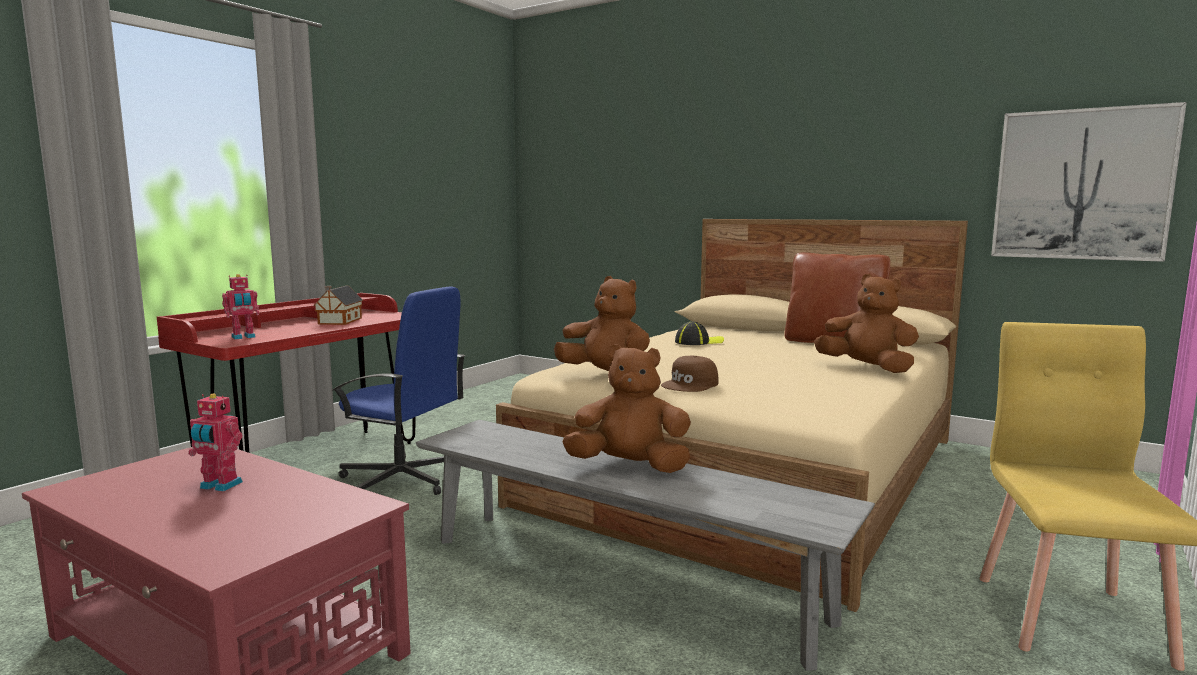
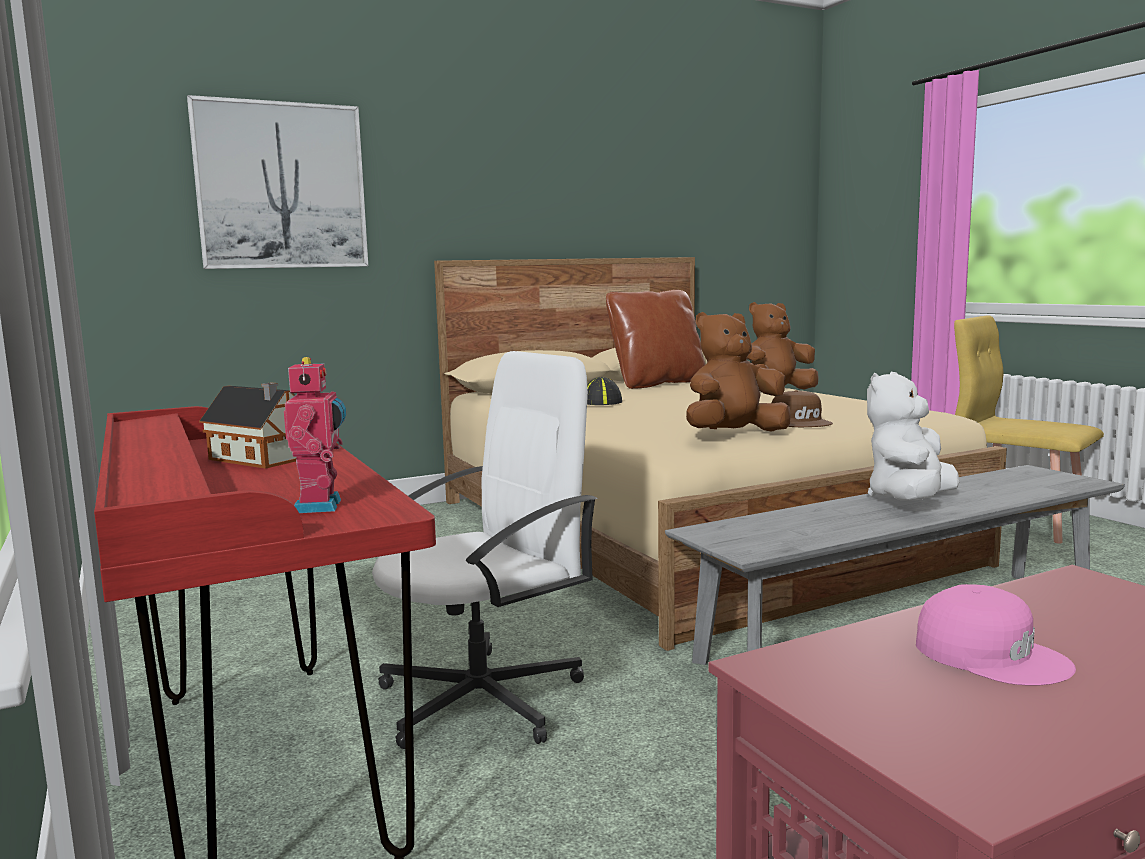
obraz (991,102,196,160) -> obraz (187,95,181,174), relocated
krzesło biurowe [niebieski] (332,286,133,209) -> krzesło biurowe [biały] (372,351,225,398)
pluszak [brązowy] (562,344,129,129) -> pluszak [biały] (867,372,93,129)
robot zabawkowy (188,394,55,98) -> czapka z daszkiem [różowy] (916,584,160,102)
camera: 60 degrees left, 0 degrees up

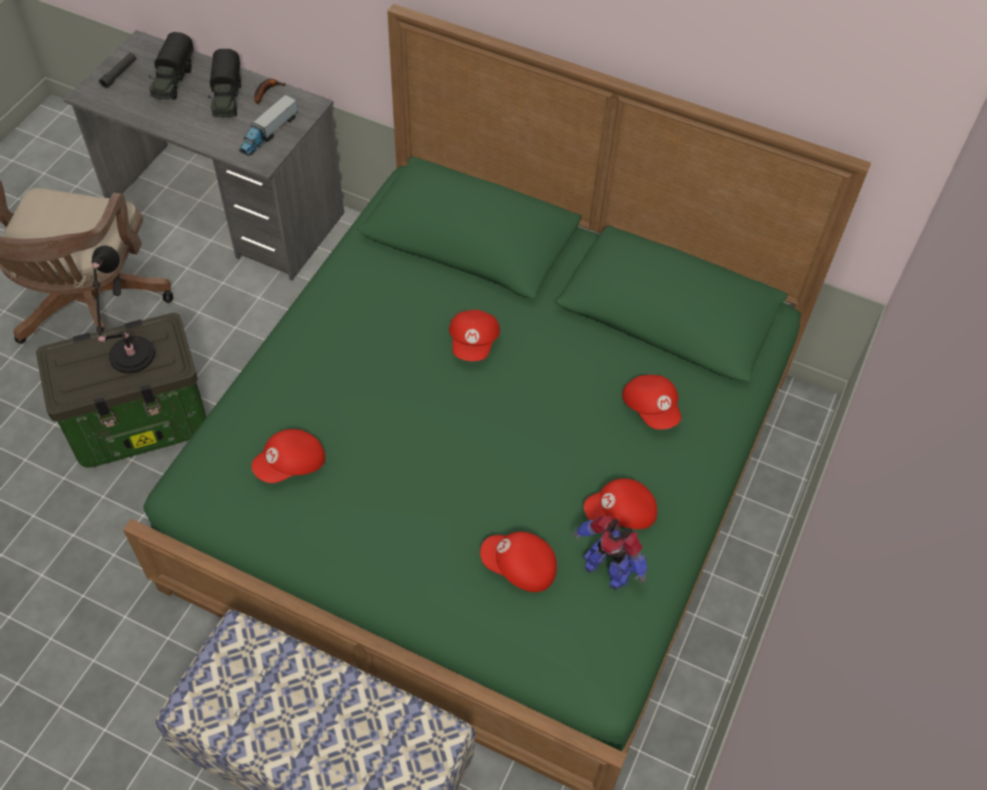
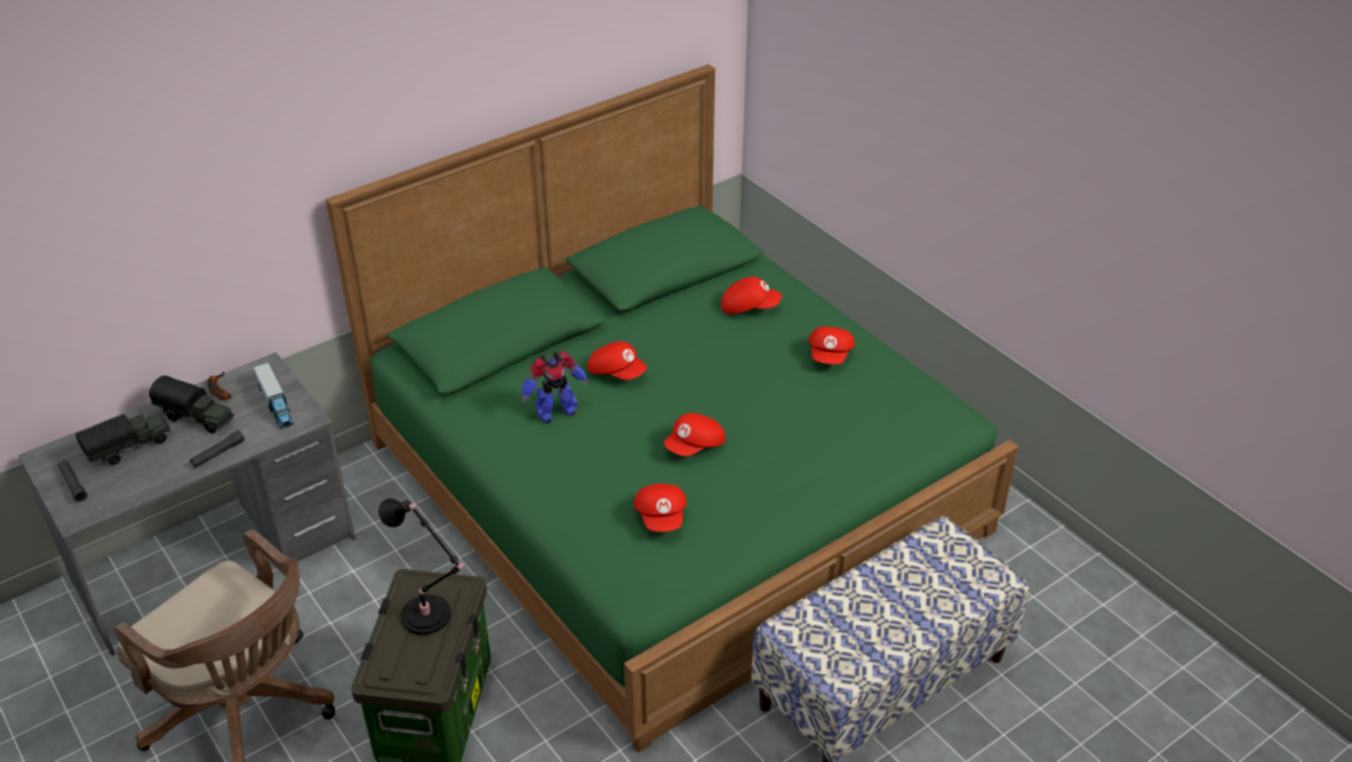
ciężarówka zabawkowa (149,32,45,68) -> ciężarówka zabawkowa (76,413,95,52), 75 degrees counterclockwise
robot zabawkowy (572,515,76,75) -> robot zabawkowy (521,351,69,72), relocated
czapka z daszkiem [czerwony] (480,532,77,60) -> czapka z daszkiem [czerwony] (664,413,61,43), relocated
none -> latarka [czarny] (190,430,55,38)
camera: 60 degrees left, 15 degrees down

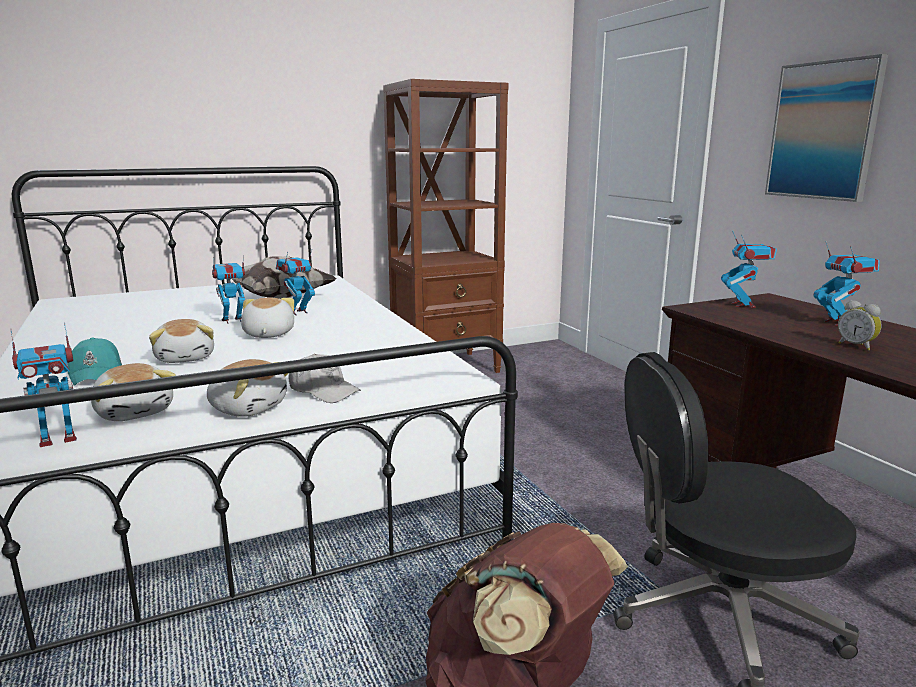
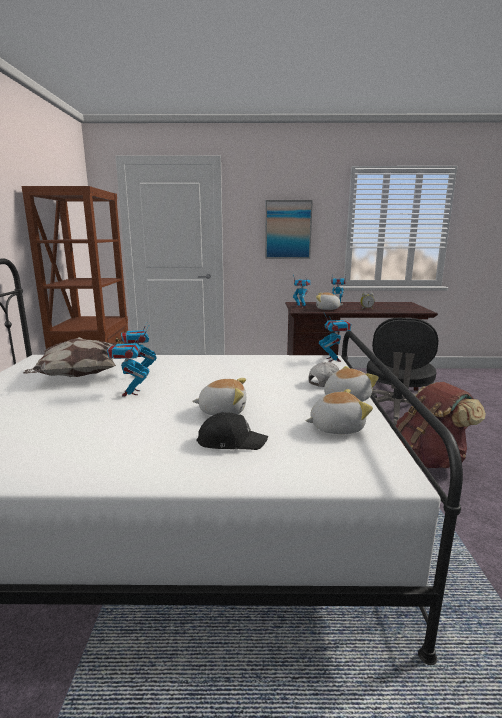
pluszak (241,298,53,40) -> pluszak (316,292,28,18), relocated
robot zabawkowy (10,322,67,125) -> robot zabawkowy (319,313,32,49), relocated
czapka z daszkiem [turkusowy] (68,337,54,49) -> czapka z daszkiem [czarny] (197,412,71,38)
camera: 65 degrees left, 0 degrees up

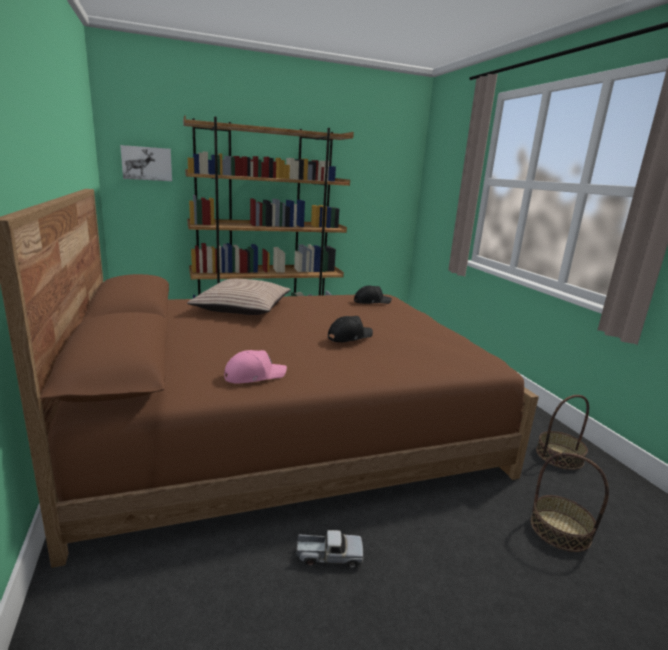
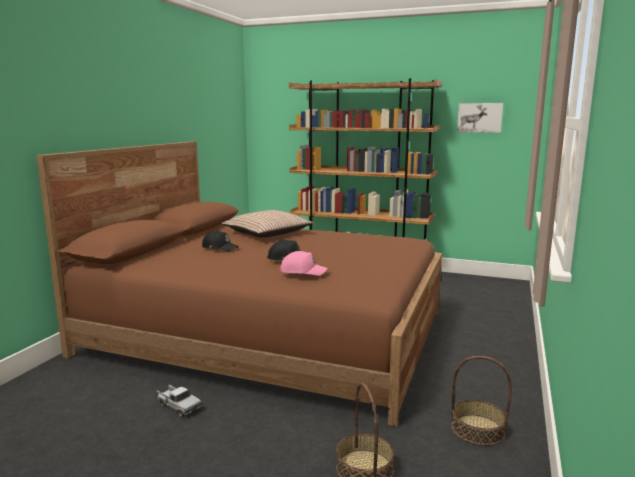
obraz (120,145,52,36) -> obraz (457,103,46,30), relocated
czapka z daszkiem [czarny] (354,285,38,19) -> czapka z daszkiem [czarny] (202,231,37,20), relocated
czapka z daszkiem [różowy] (224,350,63,34) -> czapka z daszkiem [różowy] (280,251,48,25), relocated
camera: 40 degrees right, 5 degrees down

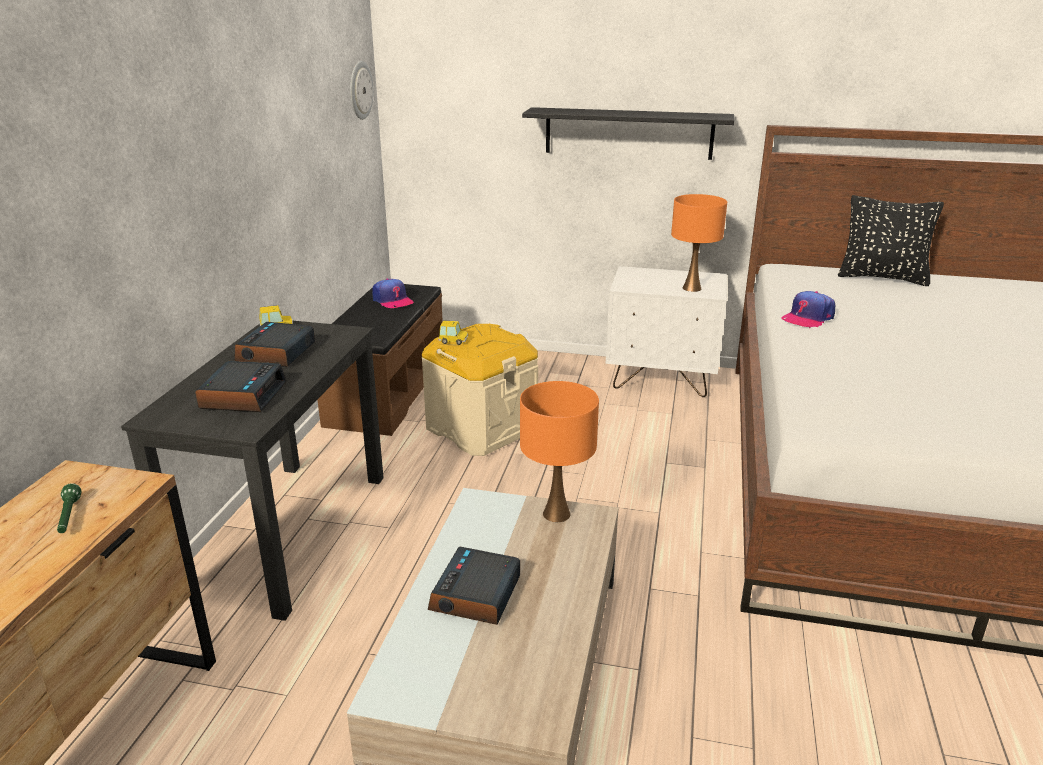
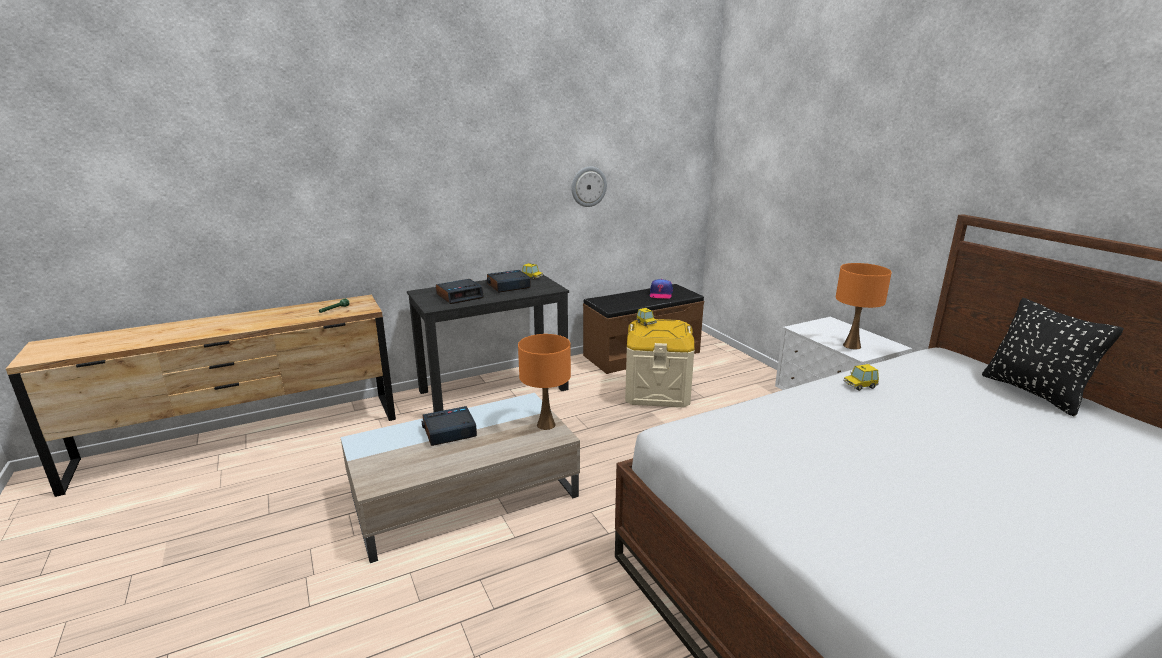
zegar ścienny (350,61,24,59) -> zegar ścienny (571,167,36,40), relocated
półka [czarny] (522,107,212,53) -> none
czapka z daszkiem (781,291,54,37) -> samochodzik (843,364,36,27)
camera: 50 degrees right, 5 degrees down

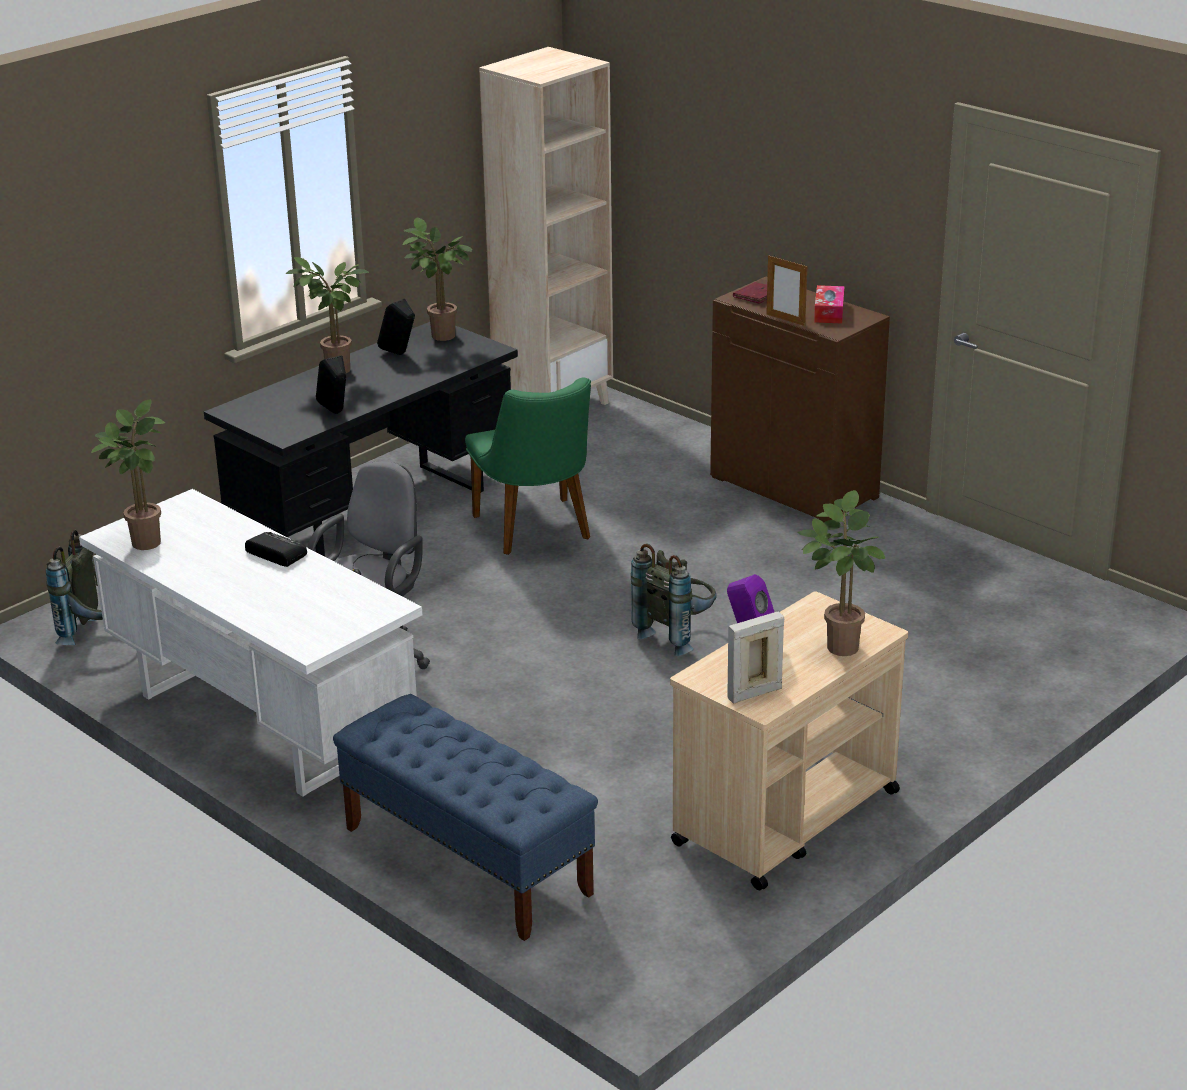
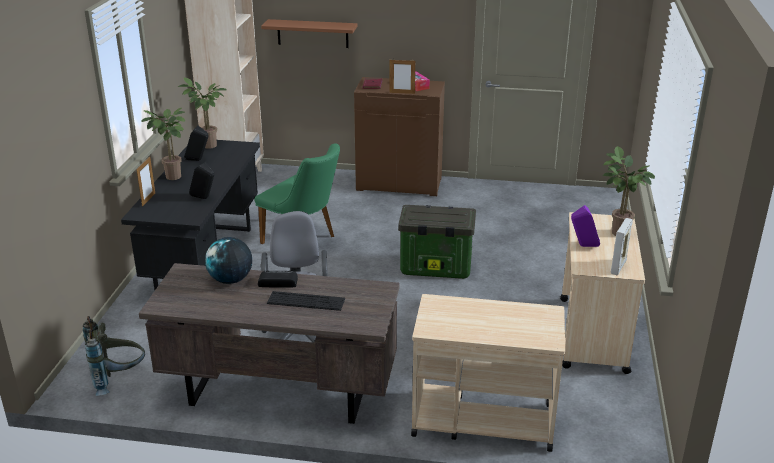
roślina doniczkowa (91,399,74,151) -> none
biurko [biały] (79,489,343,308) -> biurko [brązowy] (139,263,261,161)
plecak [szary] (631,544,86,112) -> pojemnik do przechowywania (398,205,78,74)
ławka [niebieski] (333,694,265,247) -> wózek [beżowy] (411,294,154,158)
none -> półka [brązowy] (261,19,96,29)
none -> ramka na zdjęcie (136,157,19,50)
none -> globus (205,237,47,47)
none -> klawiatura (267,291,78,20)
camera: 35 degrees left, 0 degrees up

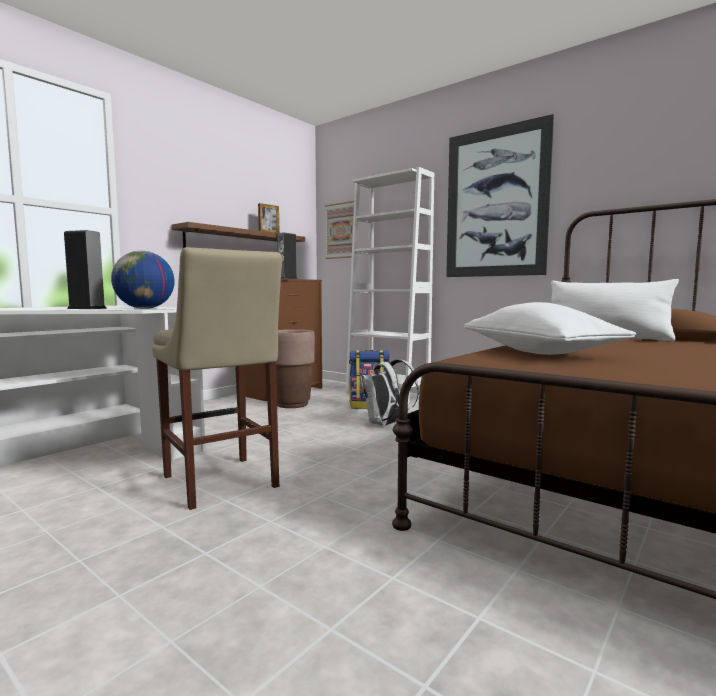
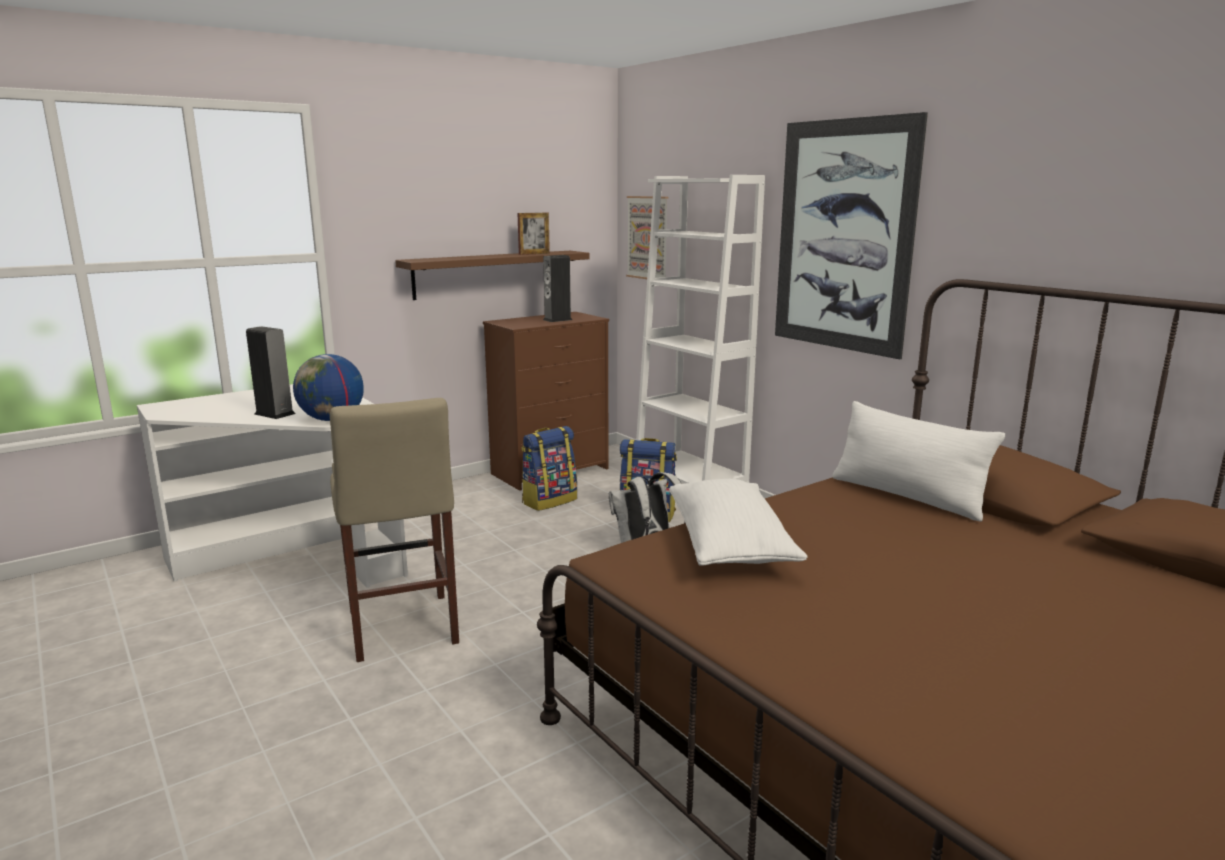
donica [brązowy] (276,329,39,79) -> plecak (521,426,56,85)
camera: 15 degrees right, 10 degrees up

